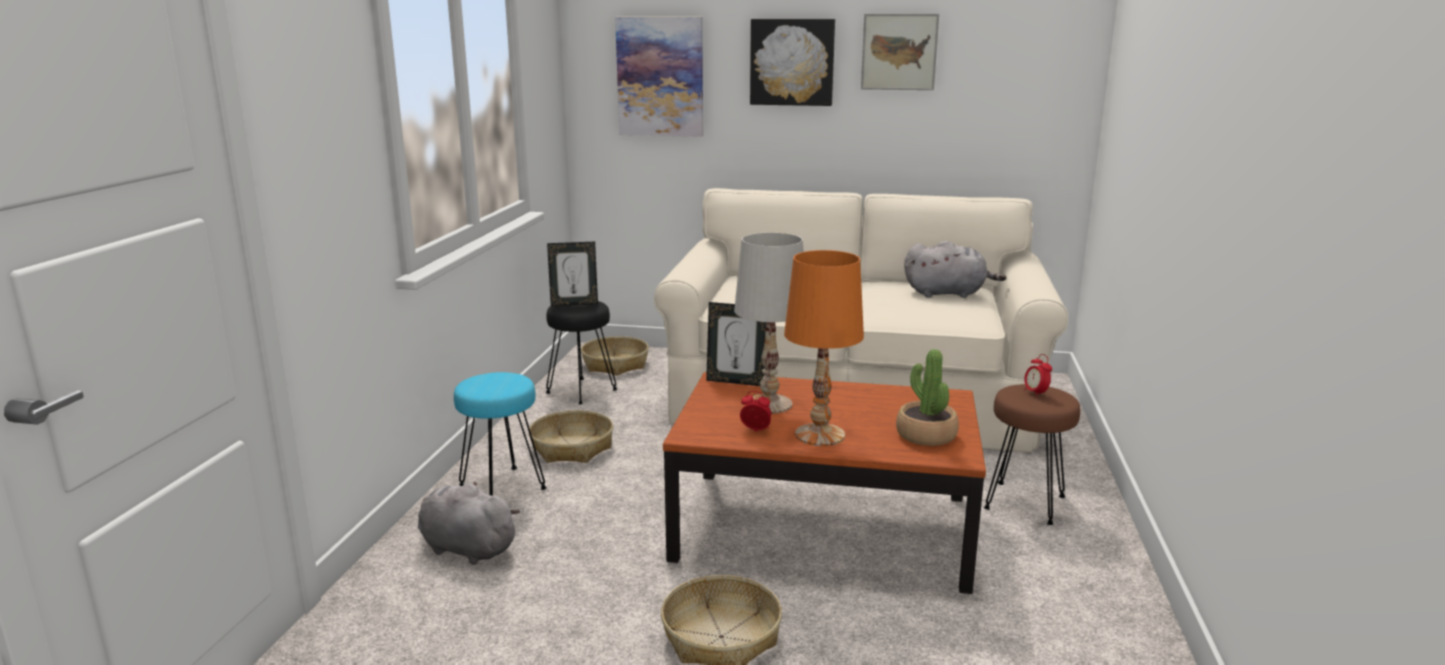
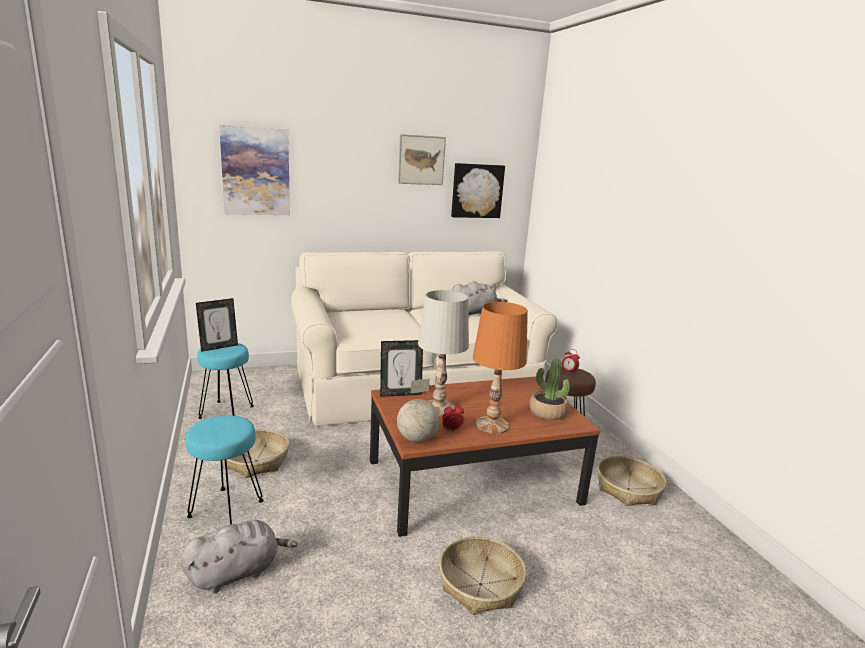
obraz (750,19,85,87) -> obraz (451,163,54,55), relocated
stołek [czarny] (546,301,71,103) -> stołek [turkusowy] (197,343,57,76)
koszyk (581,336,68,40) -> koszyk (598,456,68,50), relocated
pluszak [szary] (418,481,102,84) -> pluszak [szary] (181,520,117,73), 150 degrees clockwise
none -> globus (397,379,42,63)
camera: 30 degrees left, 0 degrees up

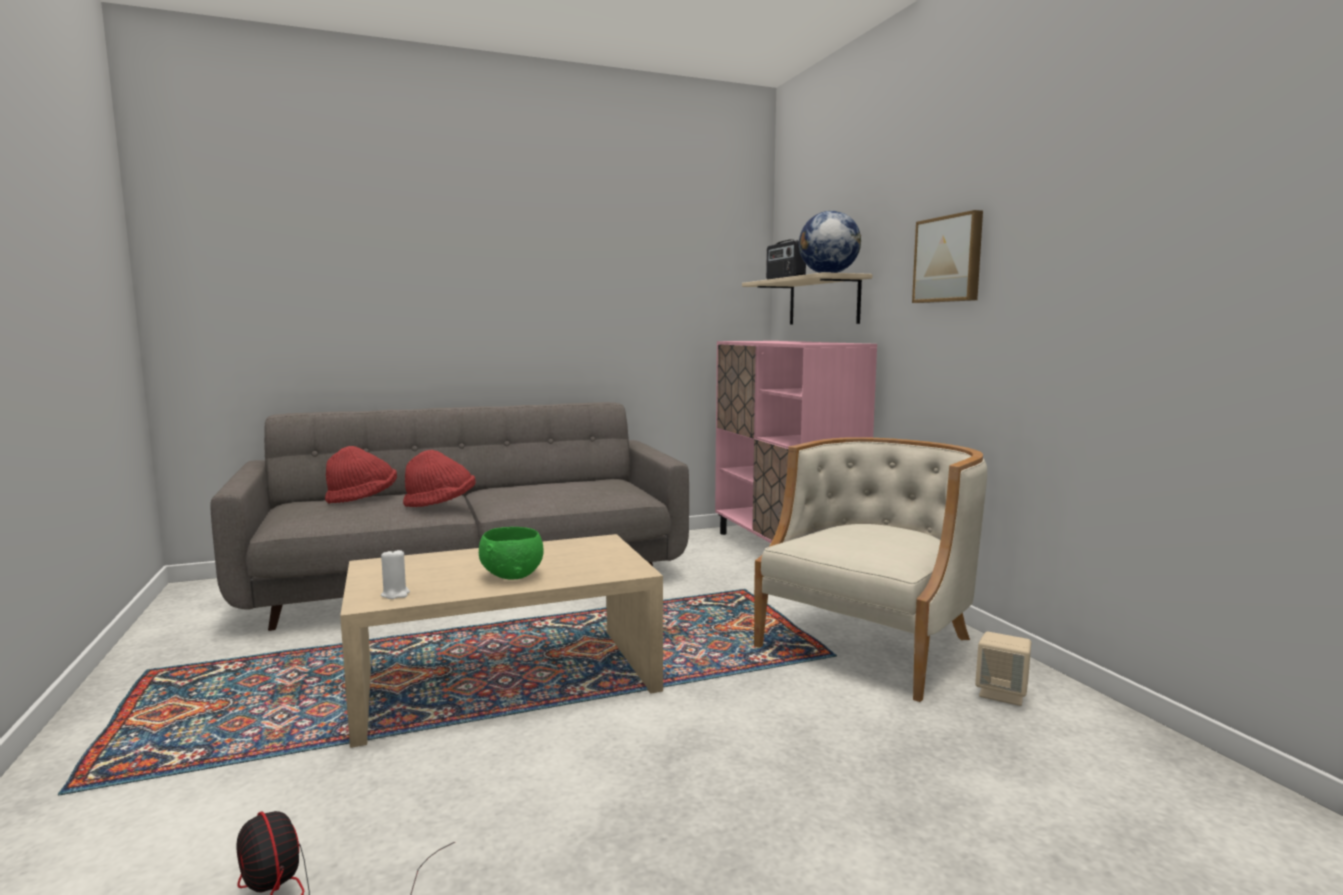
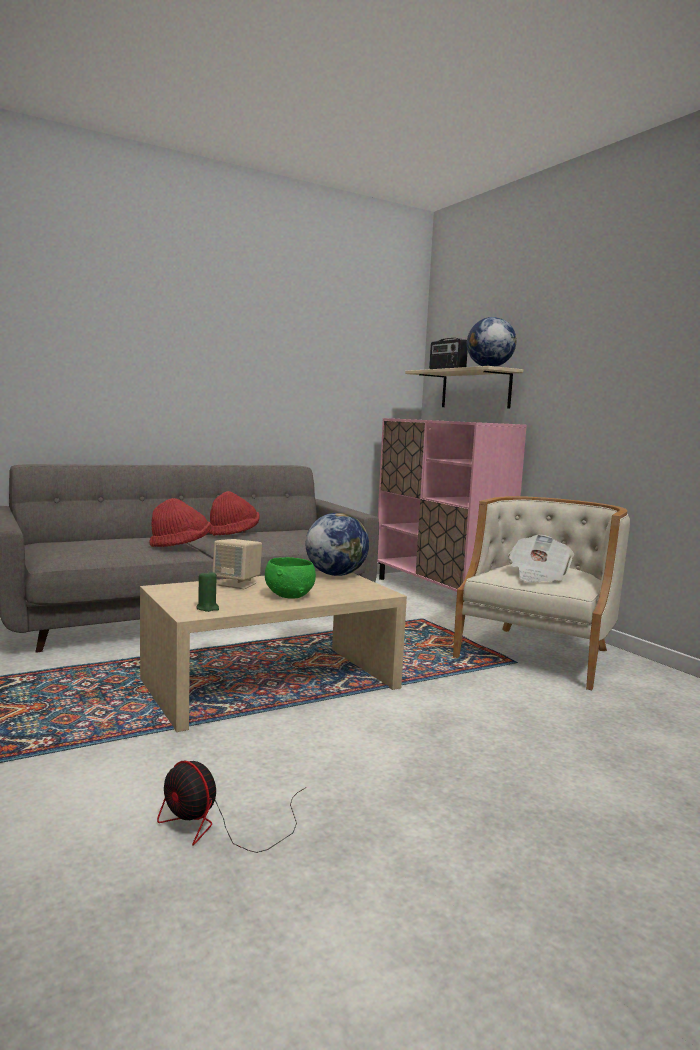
obraz (912,210,71,93) -> none
kapelusz [czerwony] (325,446,72,58) -> kapelusz [czerwony] (208,491,51,45), relocated
świeca [biały] (381,548,29,51) -> świeca [zielony] (197,571,22,41)
głośnik [beżowy] (975,631,56,75) -> głośnik [beżowy] (213,539,49,50), relocated
none -> globus (305,512,64,64)
none -> gazeta (508,534,66,49)
camera: 10 degrees left, 0 degrees up

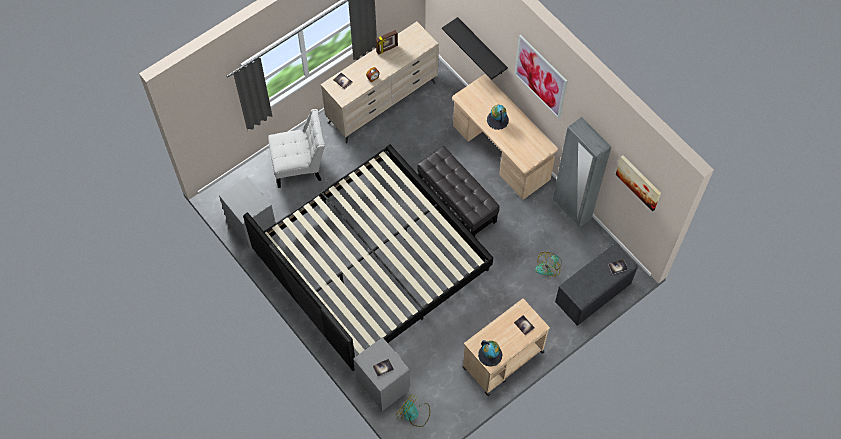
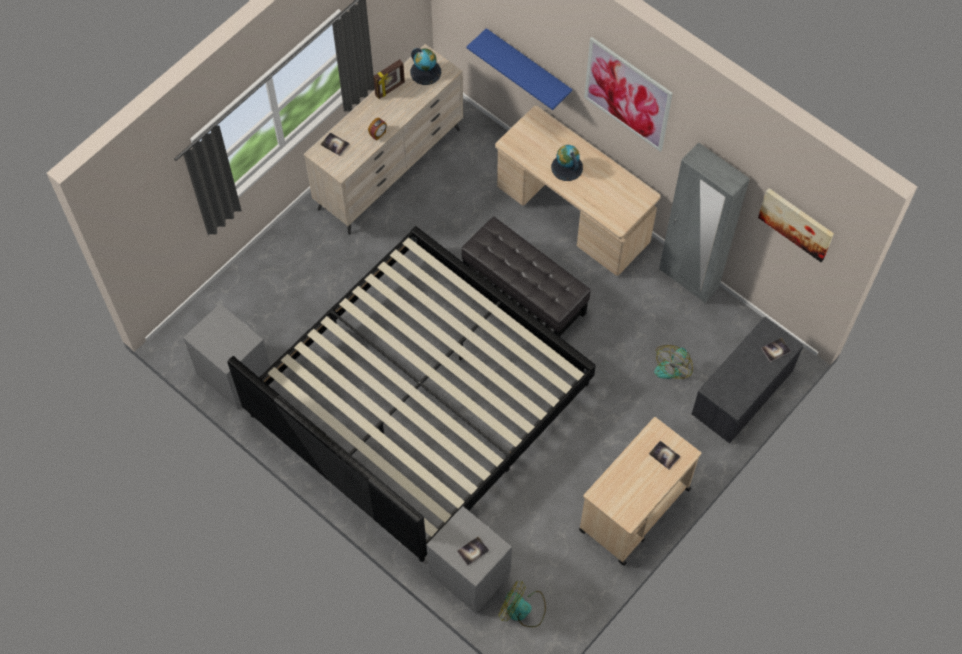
półka [czarny] (442,17,66,63) -> półka [niebieski] (467,28,105,82)
krzesło [biały] (268,109,57,79) -> none
globus (478,340,24,27) -> globus (410,48,31,37), relocated
camera: 10 degrees left, 0 degrees up

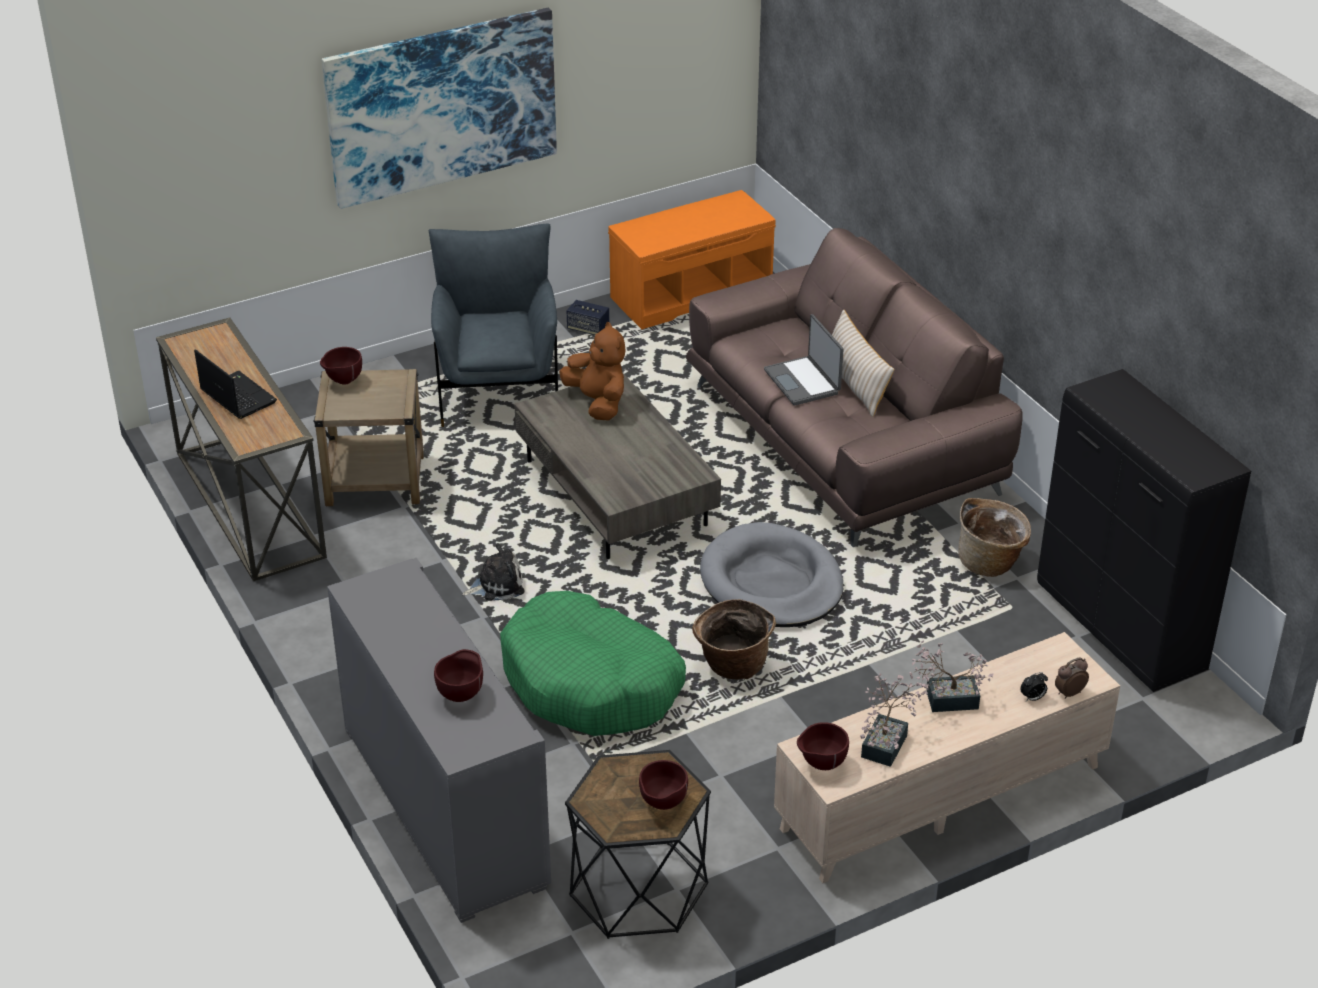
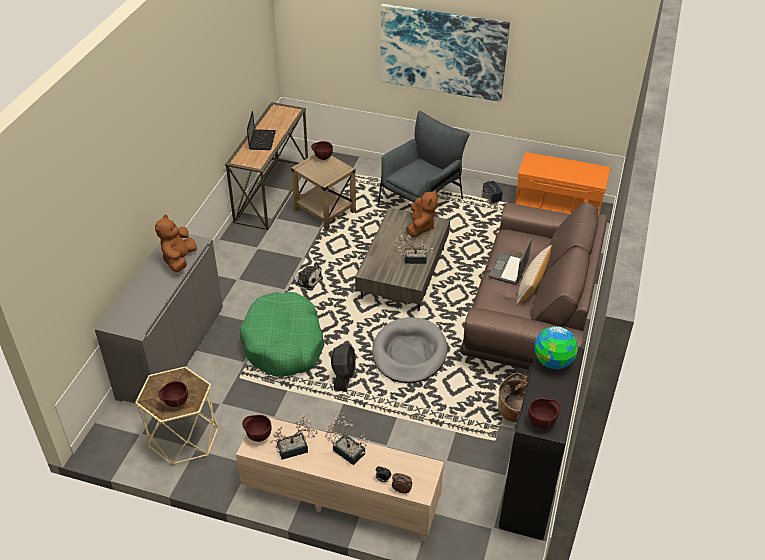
koszyk (692,599,84,80) -> wentylator [czarny] (331,344,25,48)
miska [brązowy] (434,649,49,53) -> miska [brązowy] (528,398,33,30), relocated
stolik [czarny] (565,750,146,189) -> stolik [beżowy] (135,366,84,99)
none -> pluszak [brązowy] (155,214,42,58)
none -> roślina doniczkowa (395,231,38,33)
none -> globus (534,326,44,43)
camera: 45 degrees right, 5 degrees up

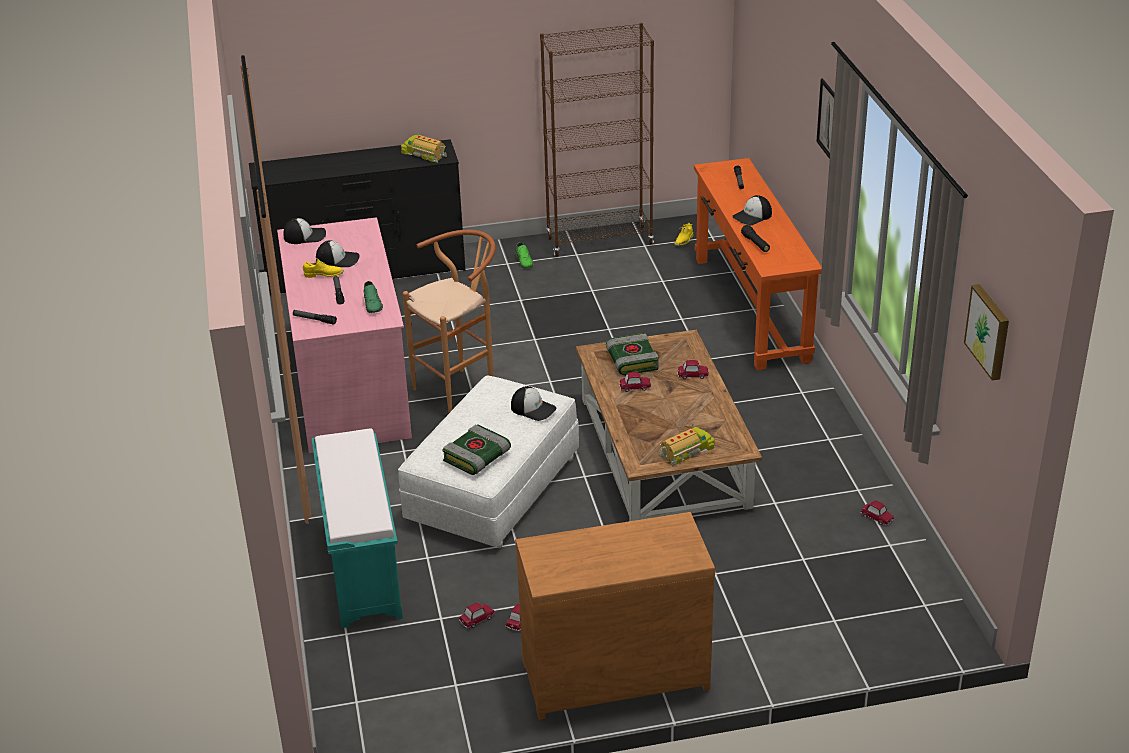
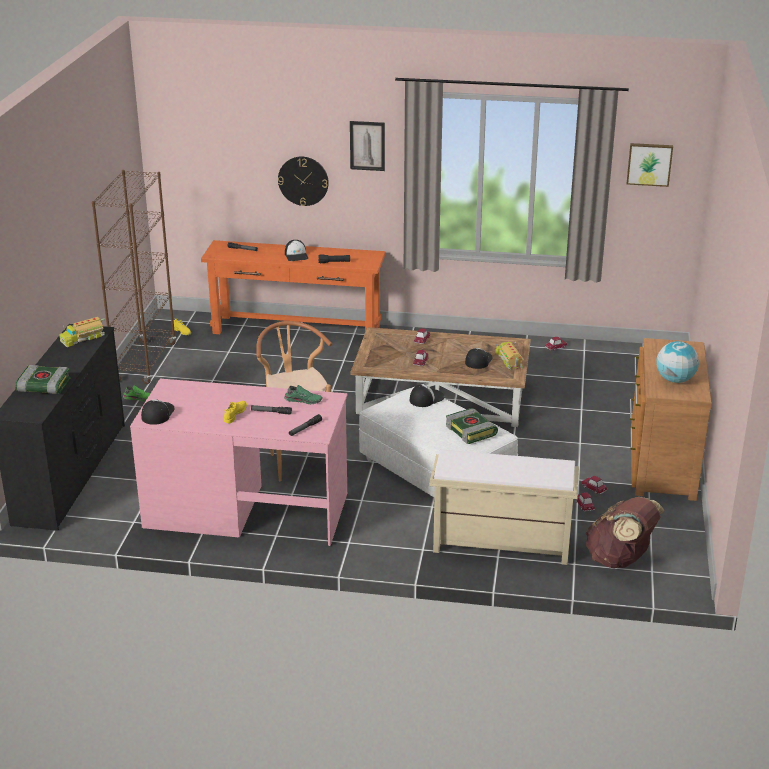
czapka z daszkiem (316,240,43,27) -> czapka z daszkiem (465,348,28,21), relocated
książka (606,333,52,42) -> książka (15,365,56,29), relocated
ławka [turkusowy] (312,429,91,199) -> ławka [beżowy] (429,449,150,116)
none -> zegar ścienny (278,157,51,49)
none -> globus (656,341,43,42)
none -> plecak [brązowy] (585,497,79,72)
camera: 70 degrees left, 5 degrees down

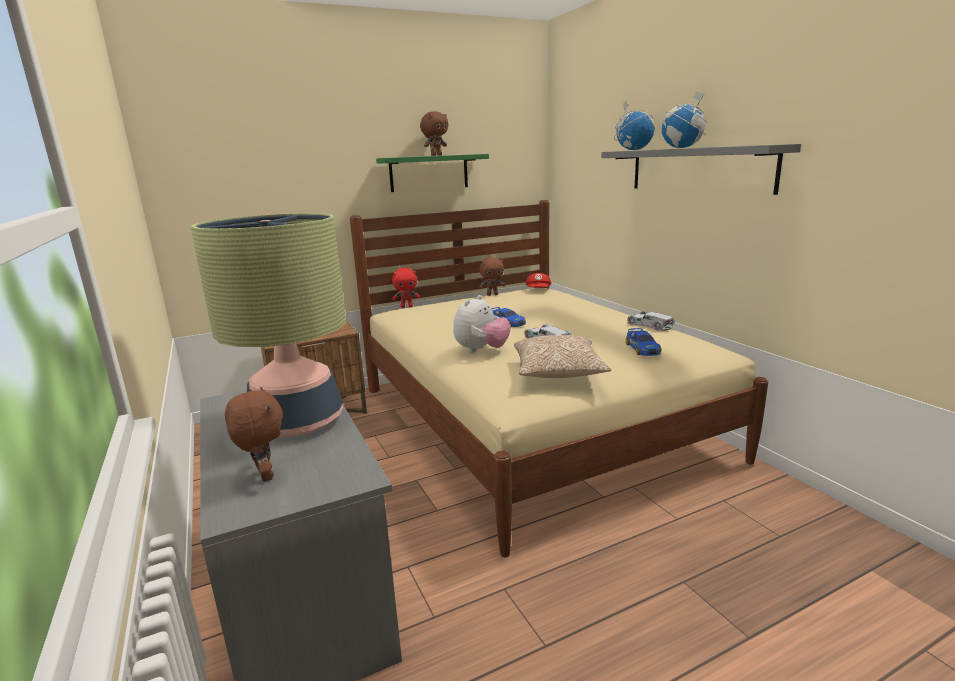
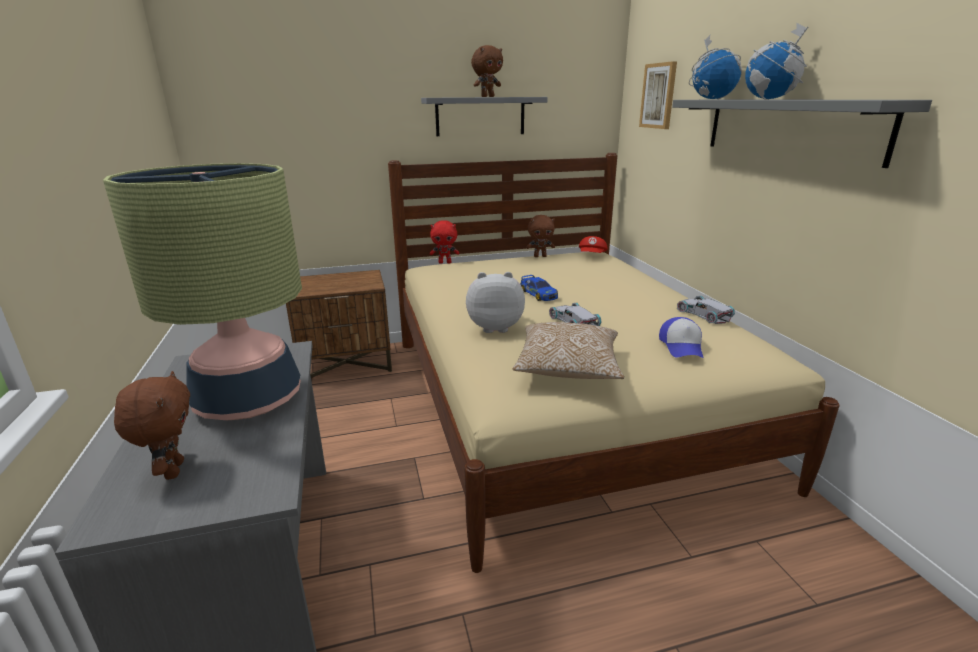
półka [zielony] (376,154,113,38) -> półka [szary] (421,97,127,39)
pluszak (453,295,58,58) -> pluszak (466,272,59,61), 135 degrees counterclockwise
samochodzik (626,328,35,28) -> czapka z daszkiem (659,317,44,41)
none -> obraz (639,61,38,68)
camera: 10 degrees right, 5 degrees up

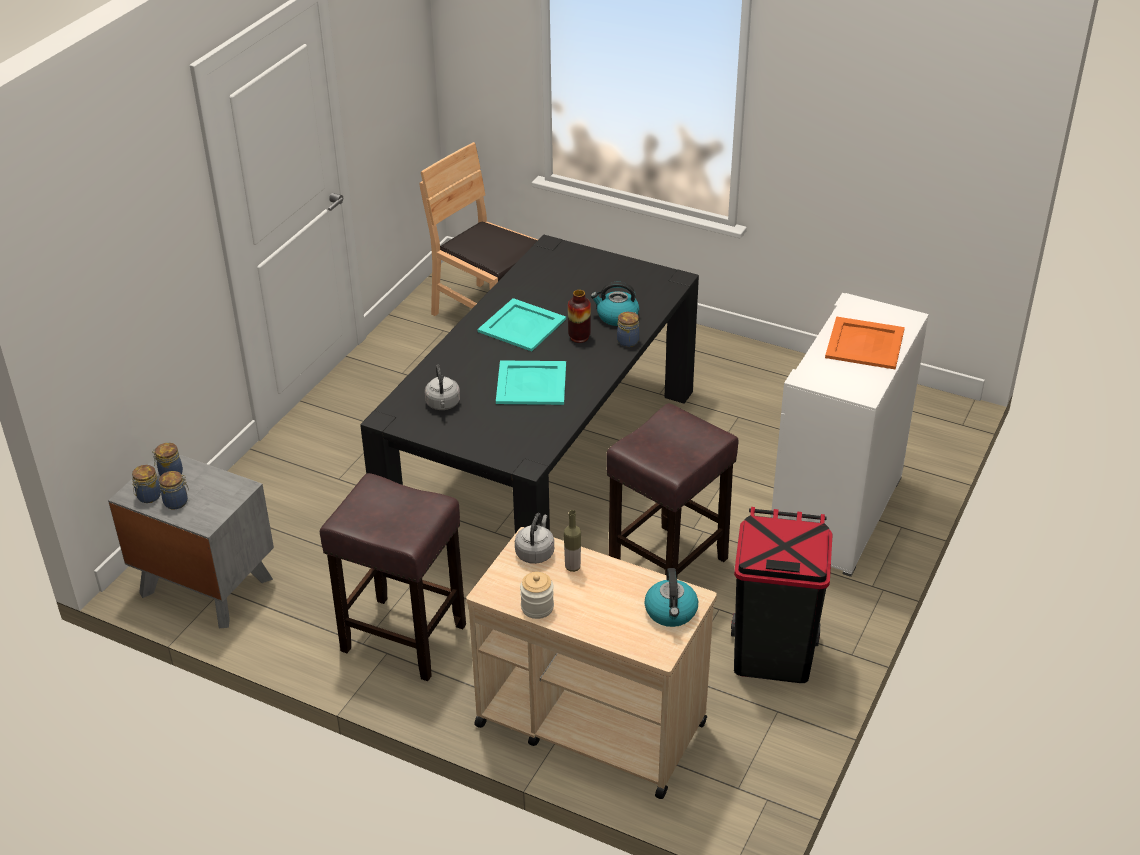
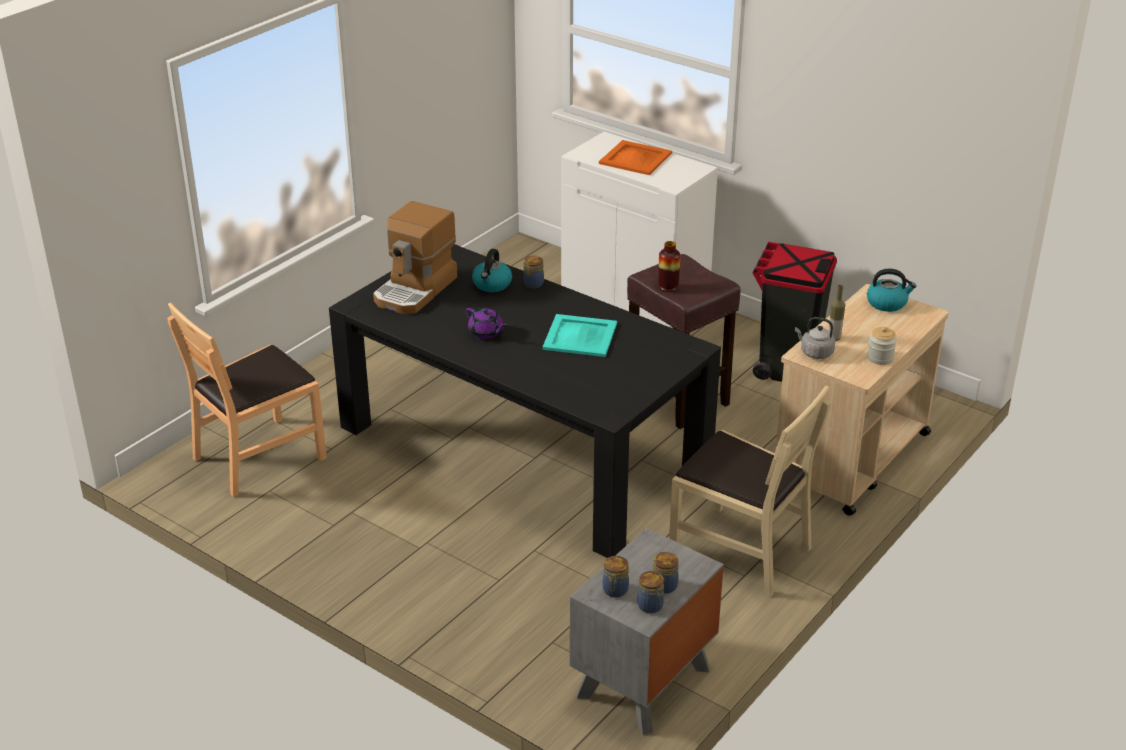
wazon (568,290,23,53) -> wazon (658,241,22,51), relocated
taca [turkusowy] (478,298,88,53) -> imbryk [fioletowy] (466,308,41,31)
czajnik [szary] (425,365,35,45) -> none
stołek [brązowy] (320,473,146,208) -> krzesło [beżowy] (669,385,162,212)
none -> ekspres do kawy (373,201,84,113)
camera: 80 degrees left, 5 degrees down

